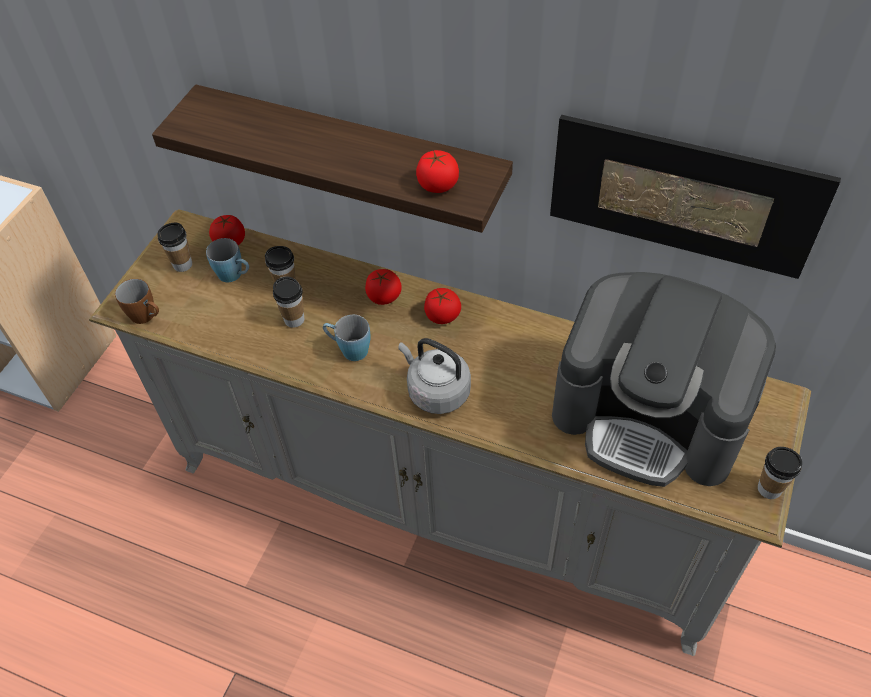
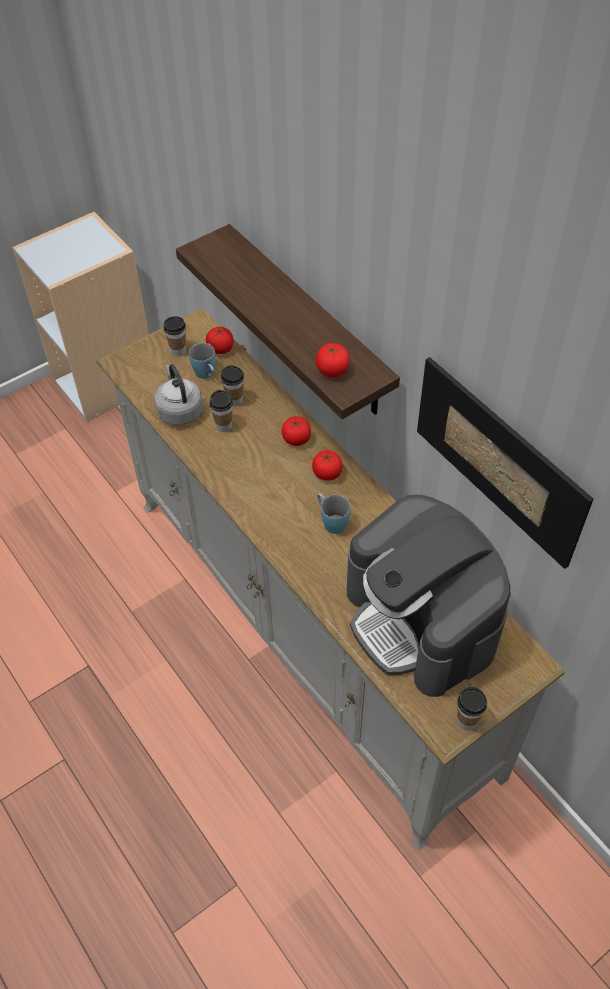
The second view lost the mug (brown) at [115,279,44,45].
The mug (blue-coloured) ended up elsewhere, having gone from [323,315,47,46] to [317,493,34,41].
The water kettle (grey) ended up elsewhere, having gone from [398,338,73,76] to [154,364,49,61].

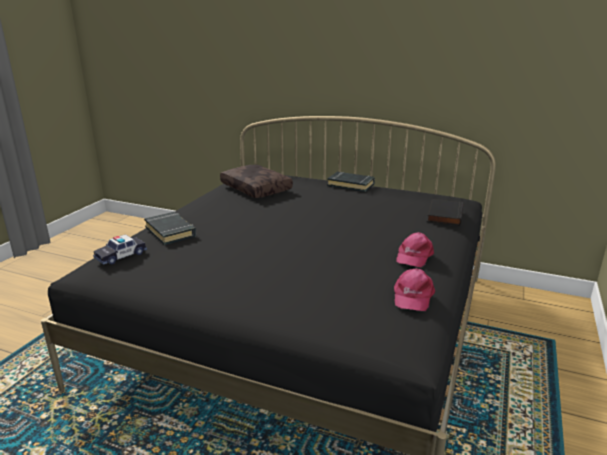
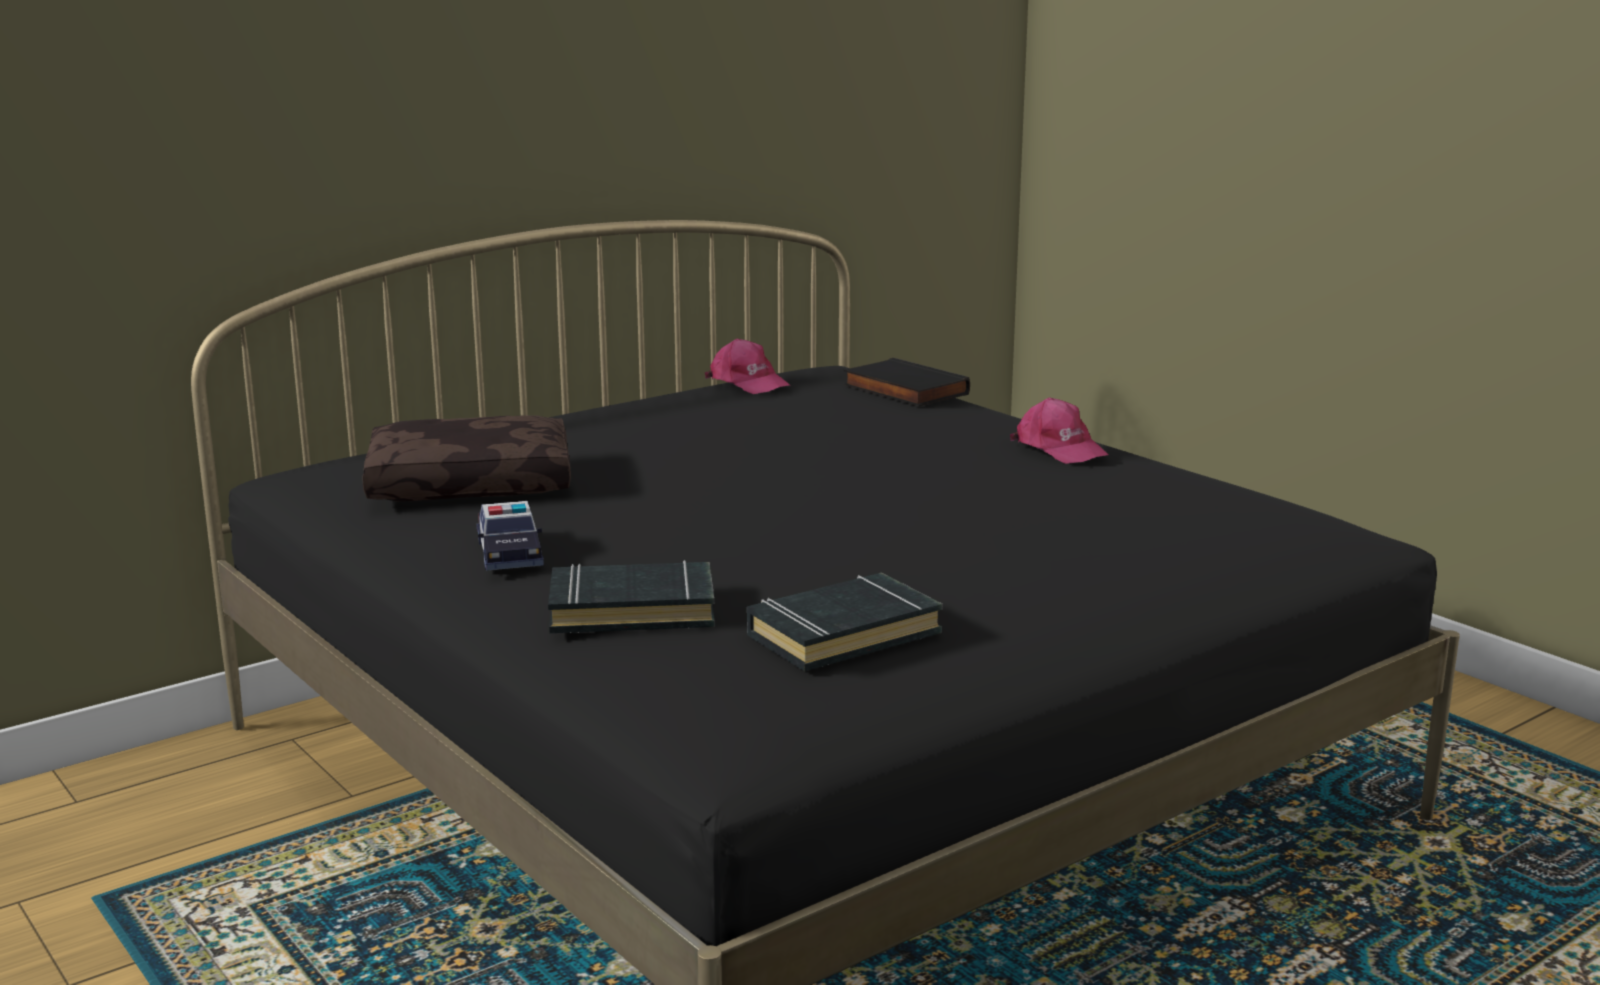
The model car ended up elsewhere, having gone from [93,234,54,31] to [477,501,67,70].
The volume (blackish) ended up elsewhere, having gone from [327,172,48,20] to [747,573,196,98].
The cap (pinkish) ended up elsewhere, having gone from [394,268,41,43] to [705,338,86,56].

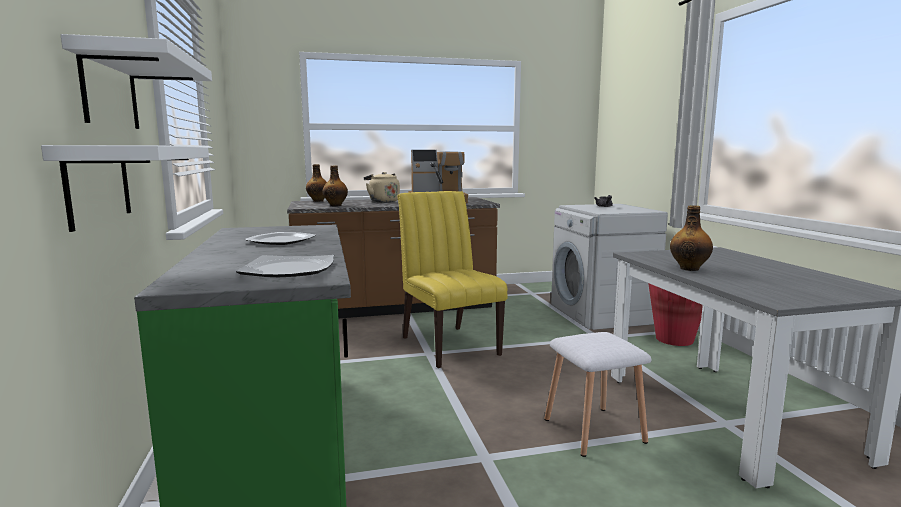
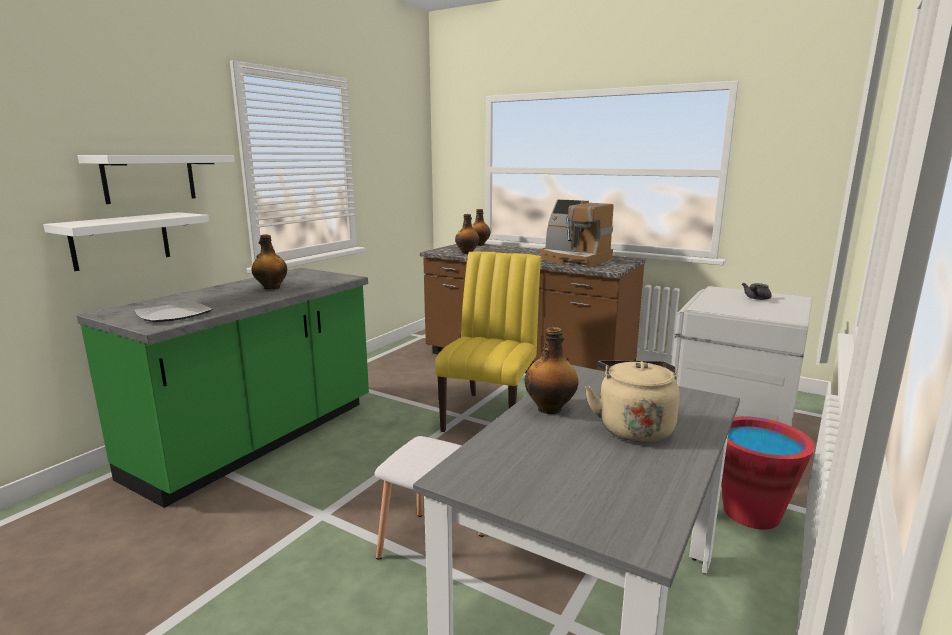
Where the plate stood at [244,232,72,13], the drink bottle came to stand at [251,235,36,54].
The water kettle (beige-coloured) ended up elsewhere, having gone from [364,172,36,30] to [585,360,95,83].

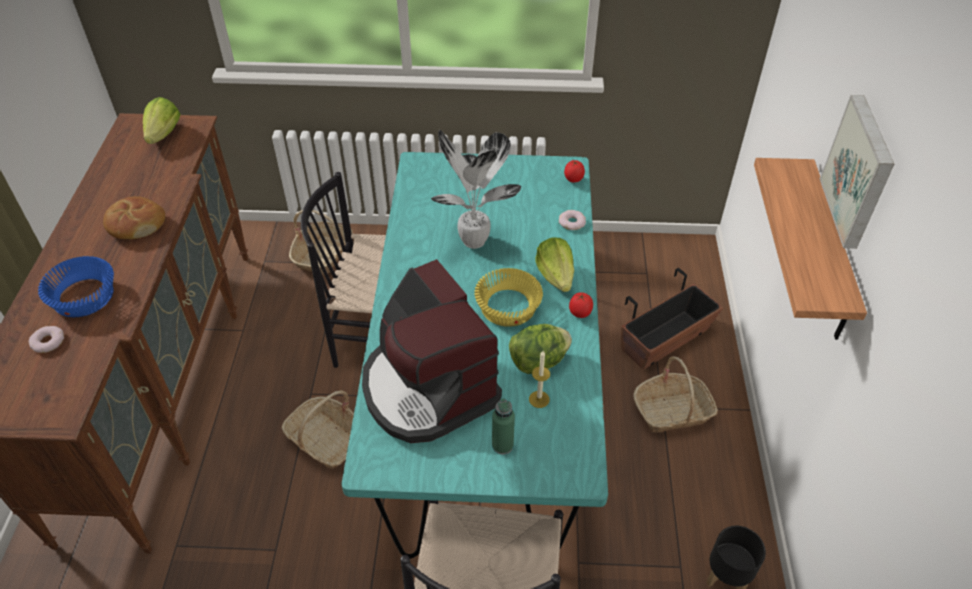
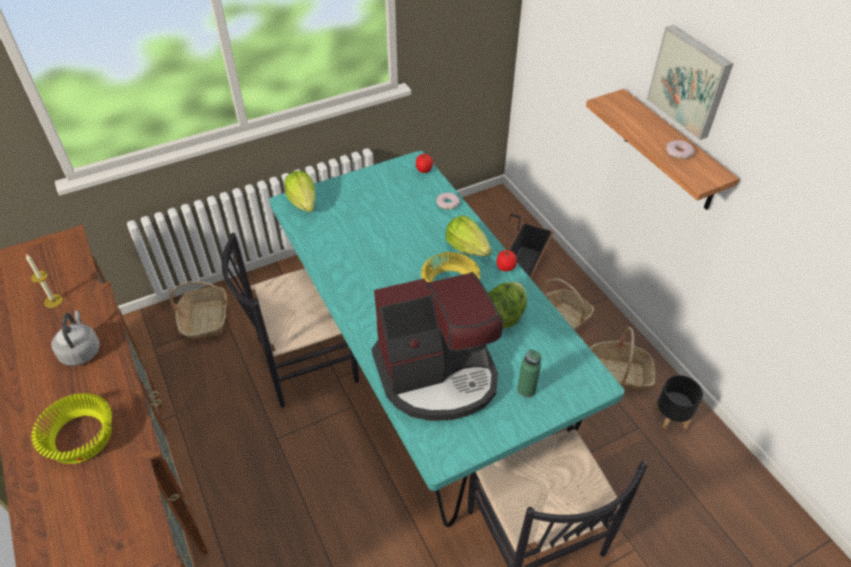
The donut ended up elsewhere, having gone from [29,326,35,27] to [666,140,28,19].
What was the bowl (blue-coloured) at [38,256,76,61] turned into the bowl (yellow-coloured) at [32,393,80,71].
Where the baked bread stood at [103,196,62,43], the water kettle (grey) came to stand at [51,310,49,56].
The lettuce head ended up elsewhere, having gone from [143,97,37,47] to [284,171,31,41].
The basket ended up elsewhere, having gone from [281,390,73,79] to [590,327,65,65].
The coffee machine at [362,259,140,184] ended up facing another way, 45 degrees counterclockwise from before.
The second view lost the potted plant at [431,130,90,119].
The wax candle ended up elsewhere, having gone from [529,351,21,57] to [26,254,37,54].

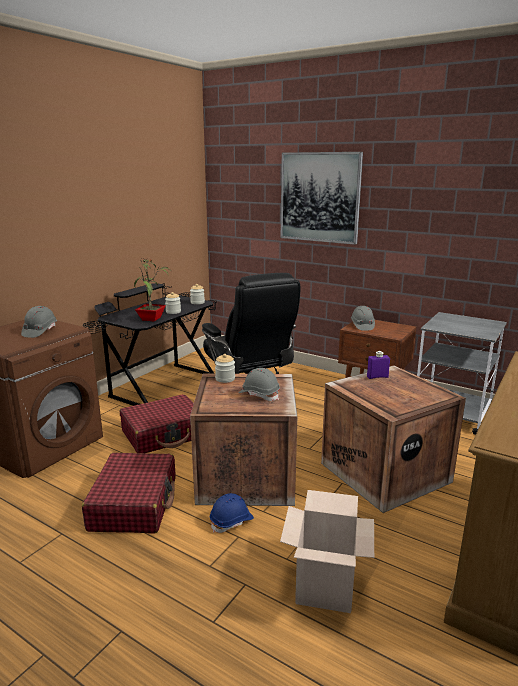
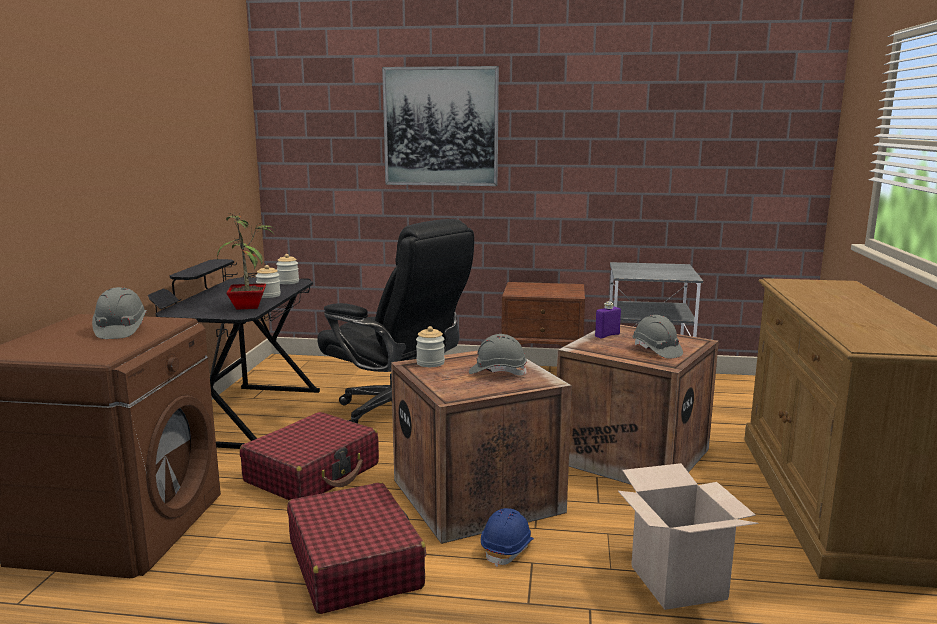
The work helmet (grey) ended up elsewhere, having gone from [351,306,24,25] to [633,315,50,44].

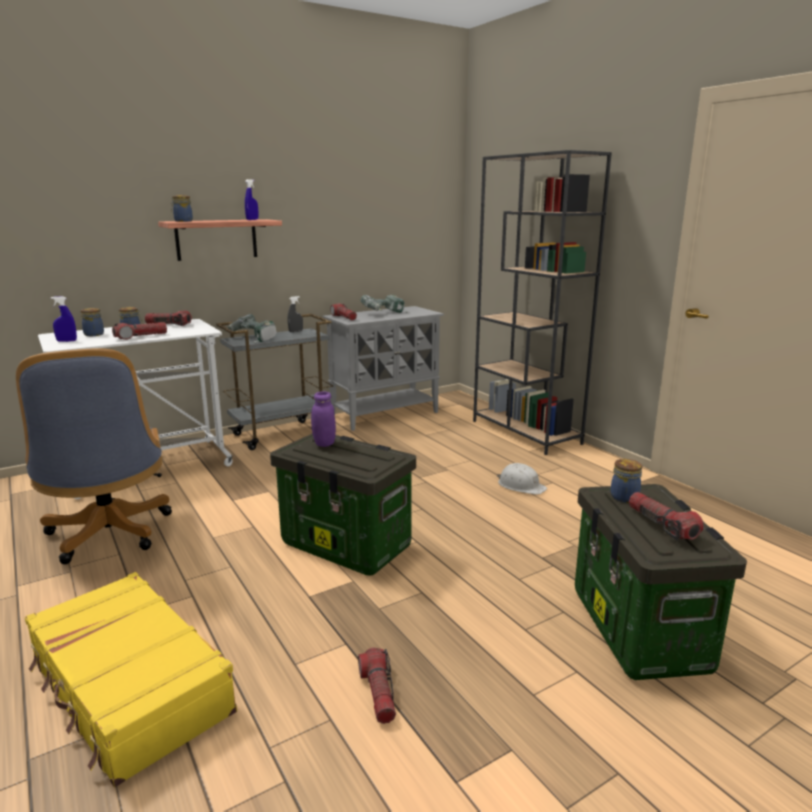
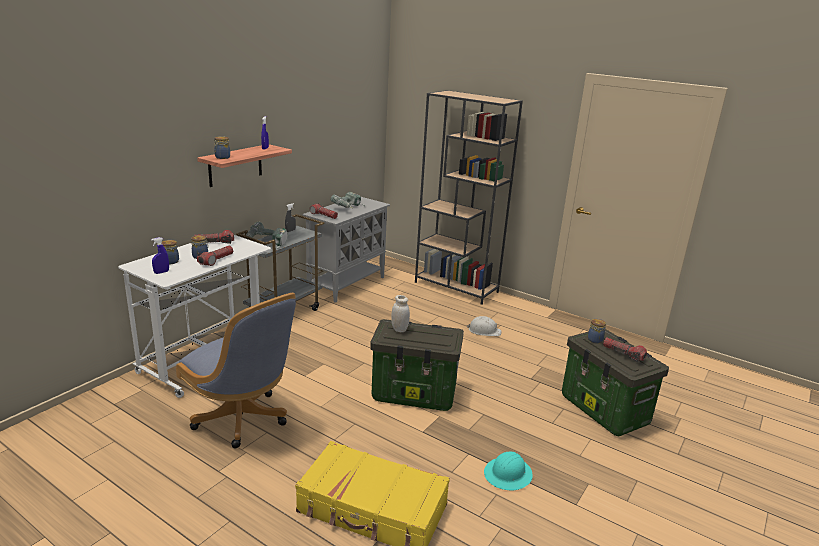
What was the storage jar (purple-coloured) at [311,391,25,56] turned into the storage jar (whitish) at [391,295,19,37].
Where the hand torch stood at [358,648,38,76], the work helmet (blue-green) came to stand at [484,452,49,38].

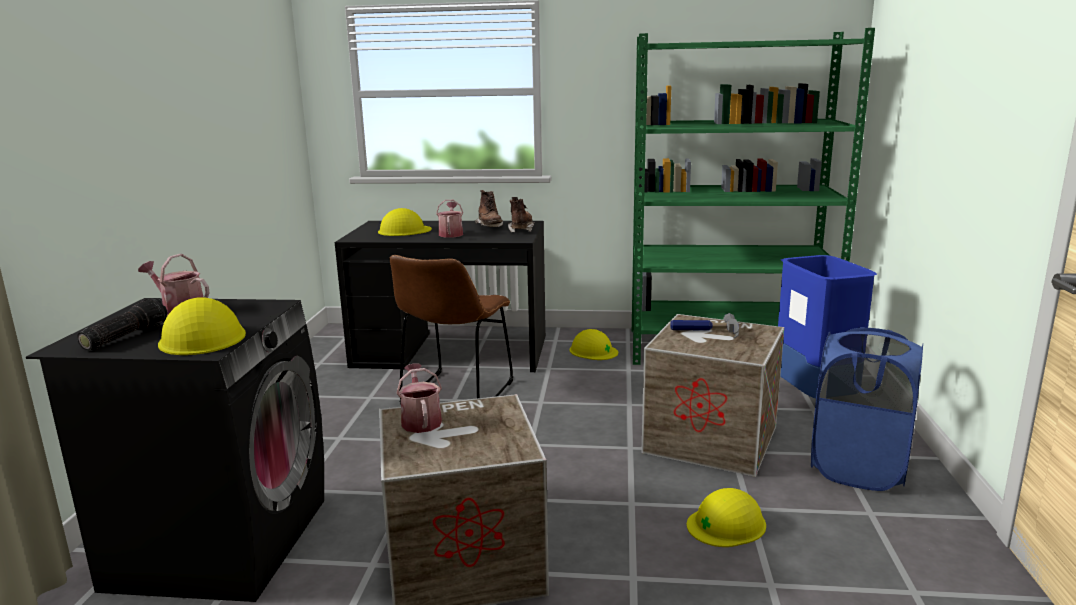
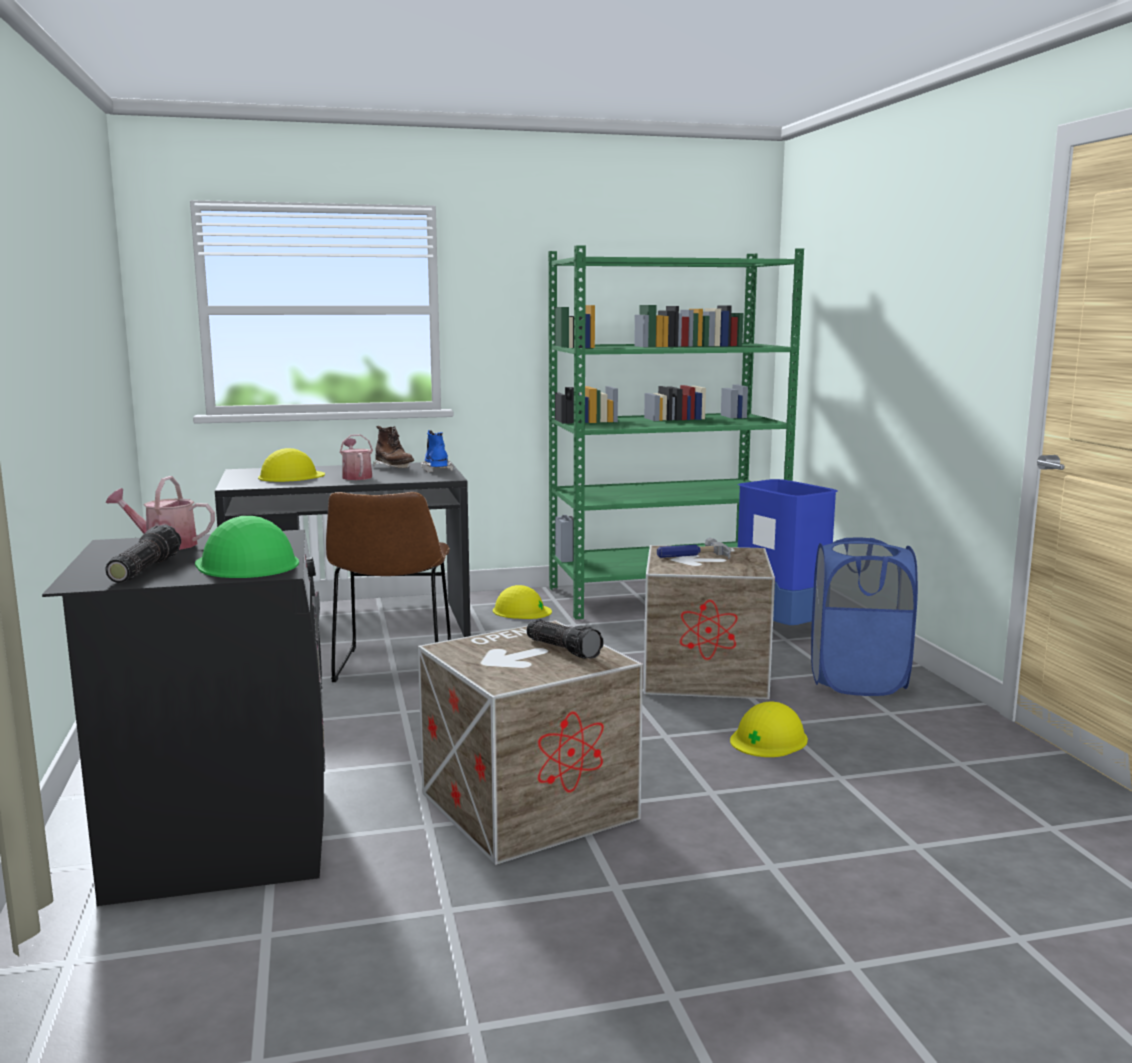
What was the work helmet (yellow-coloured) at [158,297,88,58] turned into the work helmet (greenish) at [195,516,104,62].
The second view lost the watering can at [397,363,45,70].
What was the tall boot (brown) at [508,197,27,36] turned into the tall boot (blue-coloured) at [421,430,33,43].
The second view gained the hand torch at [527,619,77,40].

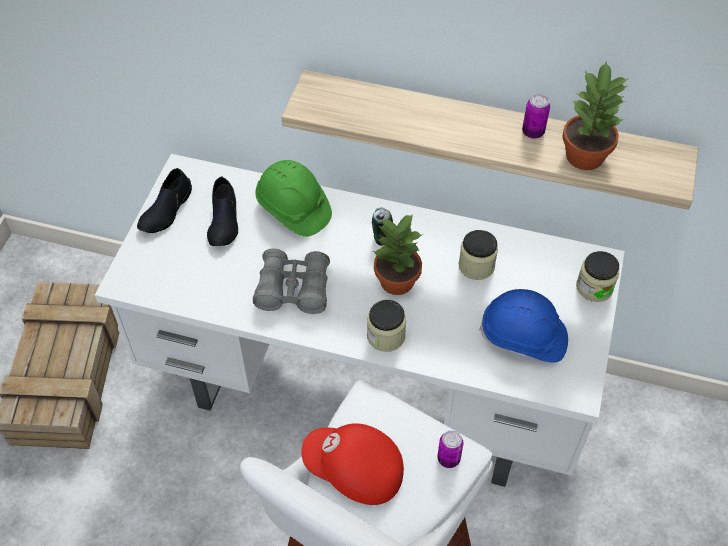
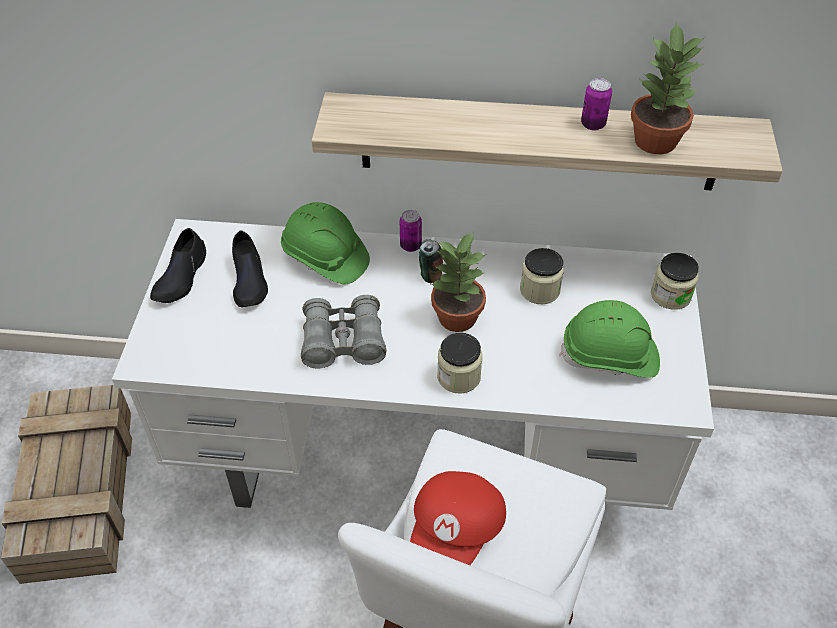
The cap (red) at [301,423,103,82] ended up facing another way, 75 degrees counterclockwise from before.
The sealed can ended up elsewhere, having gone from [437,430,26,38] to [400,210,22,42].
What was the work helmet (blue-coloured) at [479,289,89,74] turned into the work helmet (greenish) at [560,300,100,78].

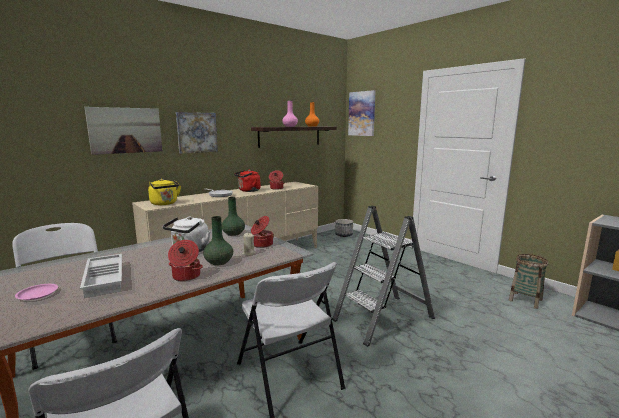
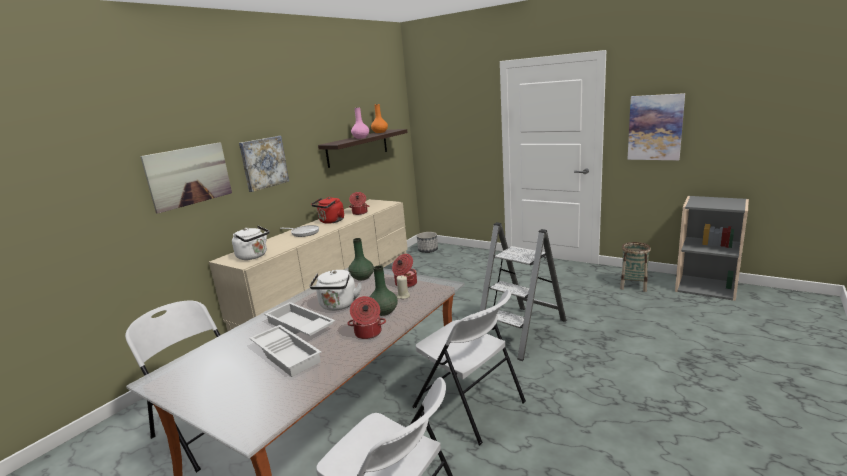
The second view lost the plate (pinkish) at [15,284,43,16].
What was the water kettle (yellow-coloured) at [148,179,33,26] turned into the water kettle (whitish) at [232,226,37,34].
The wall picture ended up elsewhere, having gone from [348,90,28,46] to [627,93,58,67].
The second view gained the carrying tray (whitish) at [264,302,71,34].

